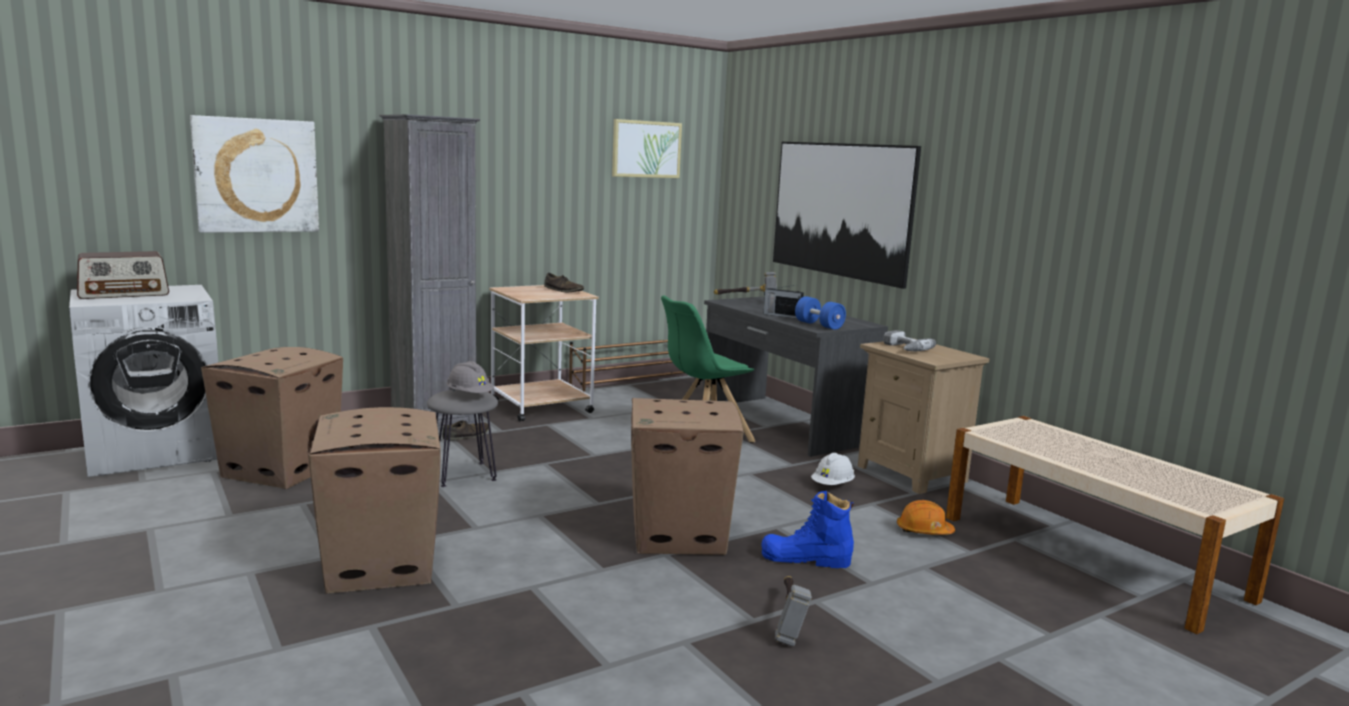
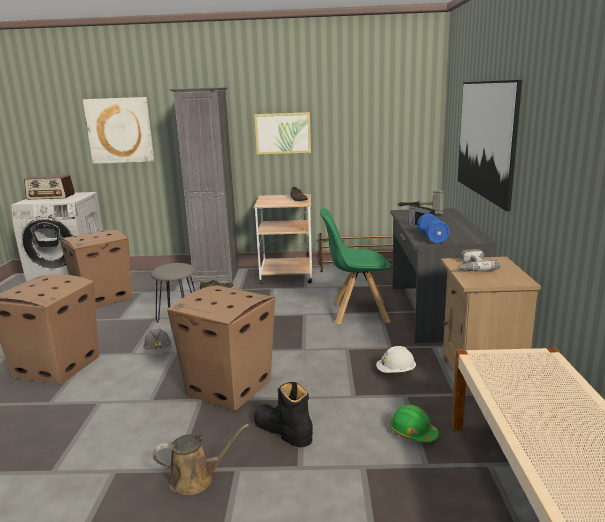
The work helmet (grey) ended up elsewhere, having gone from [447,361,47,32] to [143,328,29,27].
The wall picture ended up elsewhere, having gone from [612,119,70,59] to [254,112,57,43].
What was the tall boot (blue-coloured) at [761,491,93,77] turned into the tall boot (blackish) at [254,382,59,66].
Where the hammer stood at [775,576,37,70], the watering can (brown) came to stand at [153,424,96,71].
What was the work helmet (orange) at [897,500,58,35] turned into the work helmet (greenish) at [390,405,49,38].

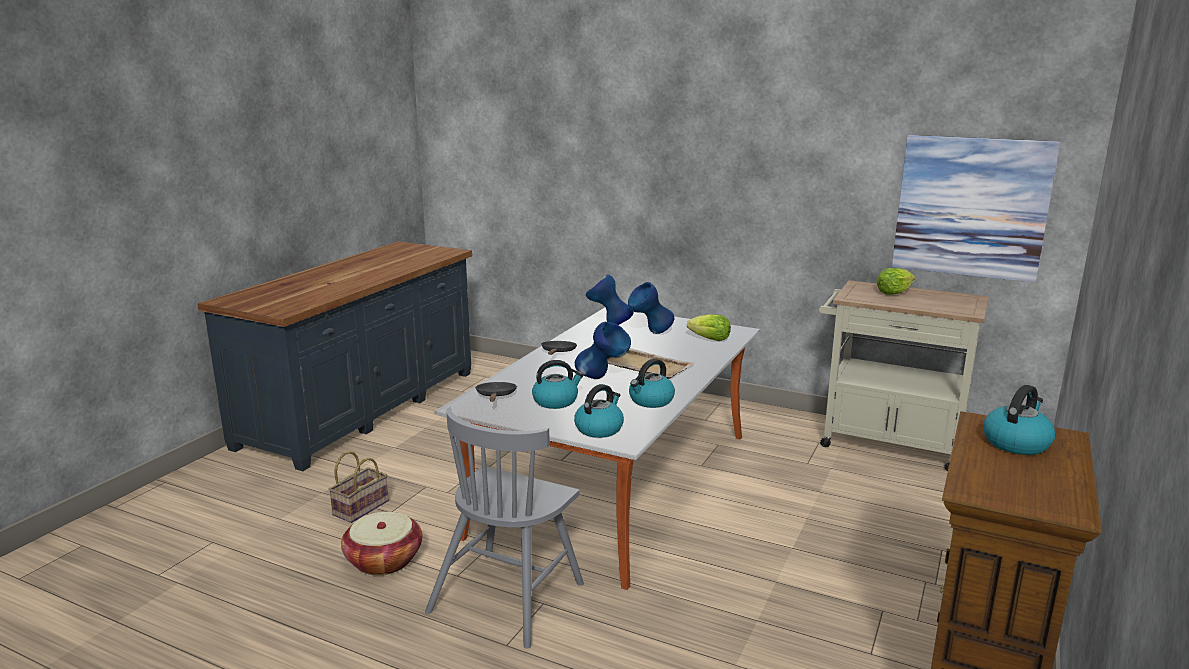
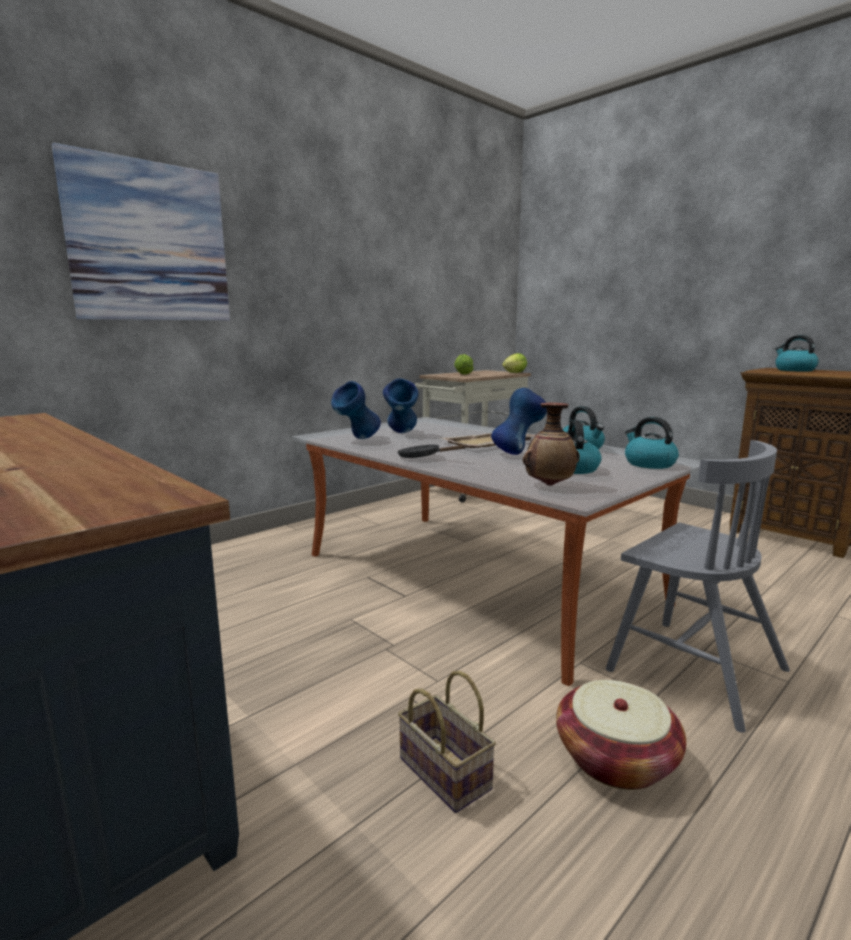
Where the pan (blackish) stood at [475,382,42,20], the flower vase came to stand at [523,403,57,83].
The lettuce head ended up elsewhere, having gone from [687,314,44,27] to [502,353,25,20].
The wall picture ended up elsewhere, having gone from [892,135,168,148] to [52,143,178,178].

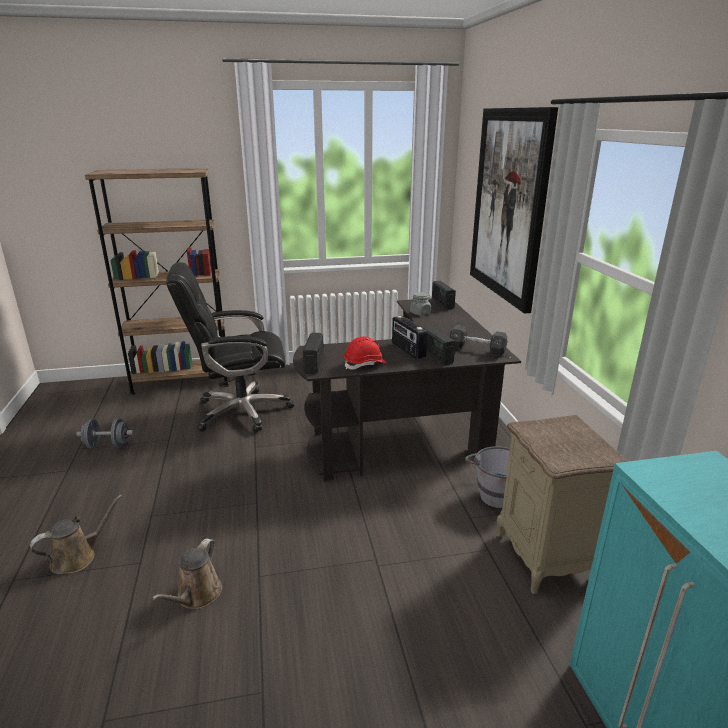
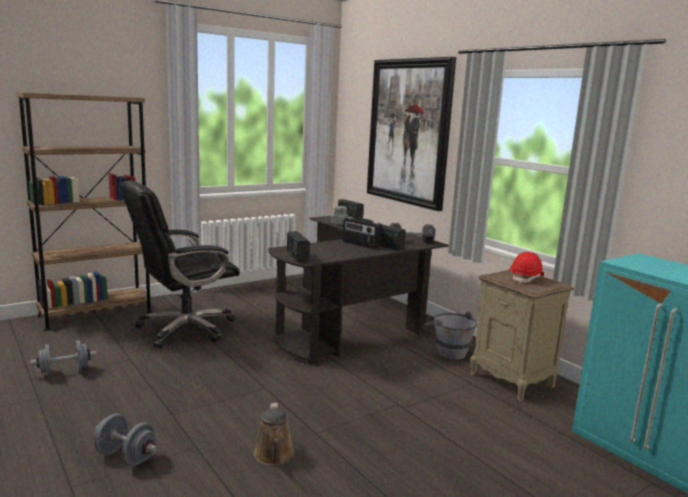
Where the watering can (brown) stood at [30,495,92,79], the hand weight (grey) came to stand at [94,413,63,53].
The work helmet (red) ended up elsewhere, having gone from [344,336,42,34] to [510,252,34,31].

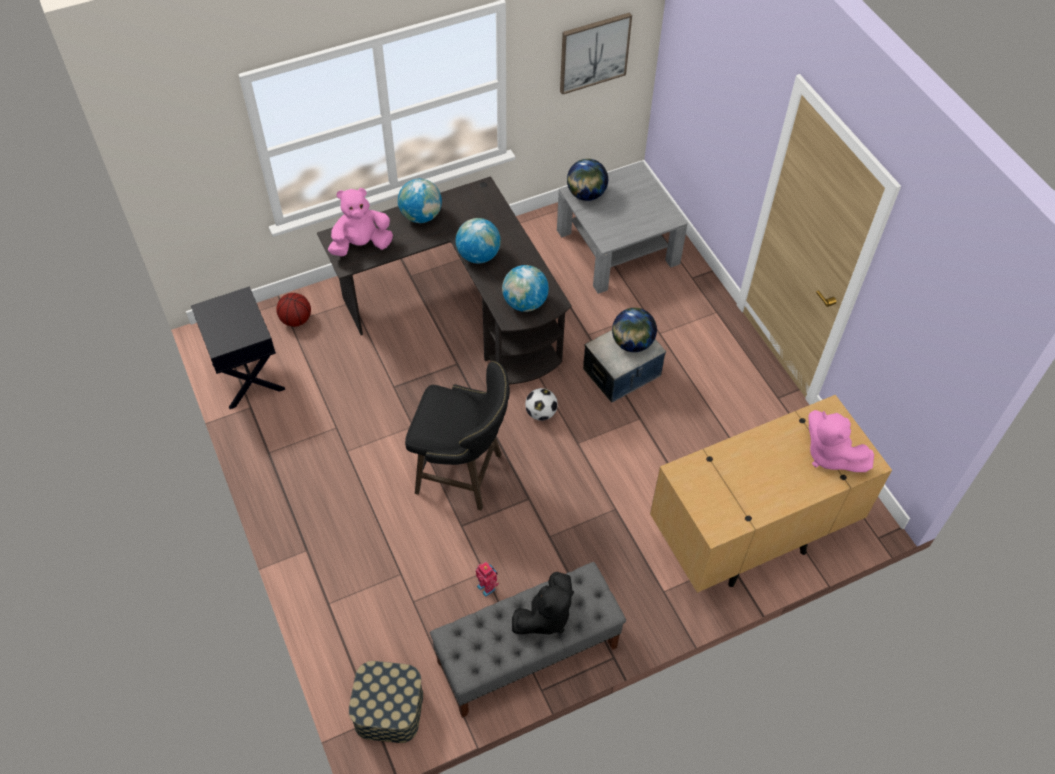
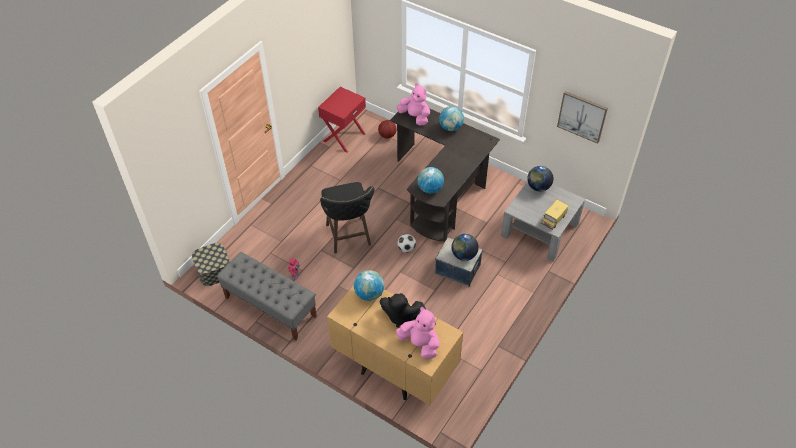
What was the night table (blackish) at [191,286,94,123] turned into the night table (red) at [318,87,48,66].
The world globe ended up elsewhere, having gone from [456,218,45,45] to [354,270,30,31].
The plush toy (blackish) ended up elsewhere, having gone from [512,572,62,62] to [379,293,47,34].
The plush toy (pinkish) at [808,410,66,62] ended up facing another way, 105 degrees clockwise from before.
The second view gained the toy truck at [541,199,28,31].

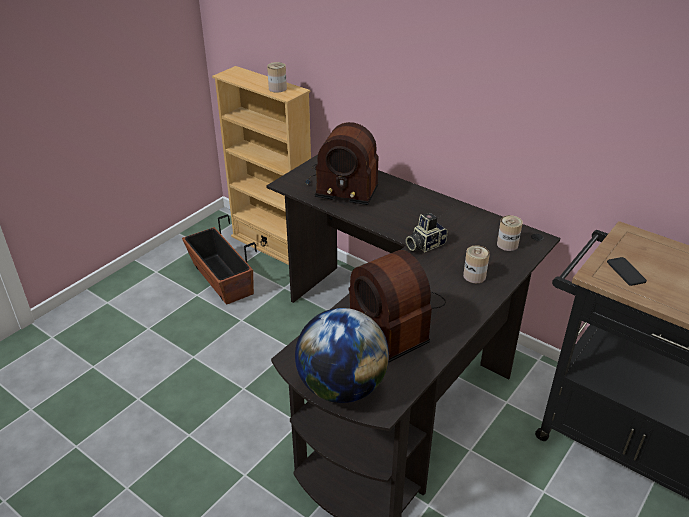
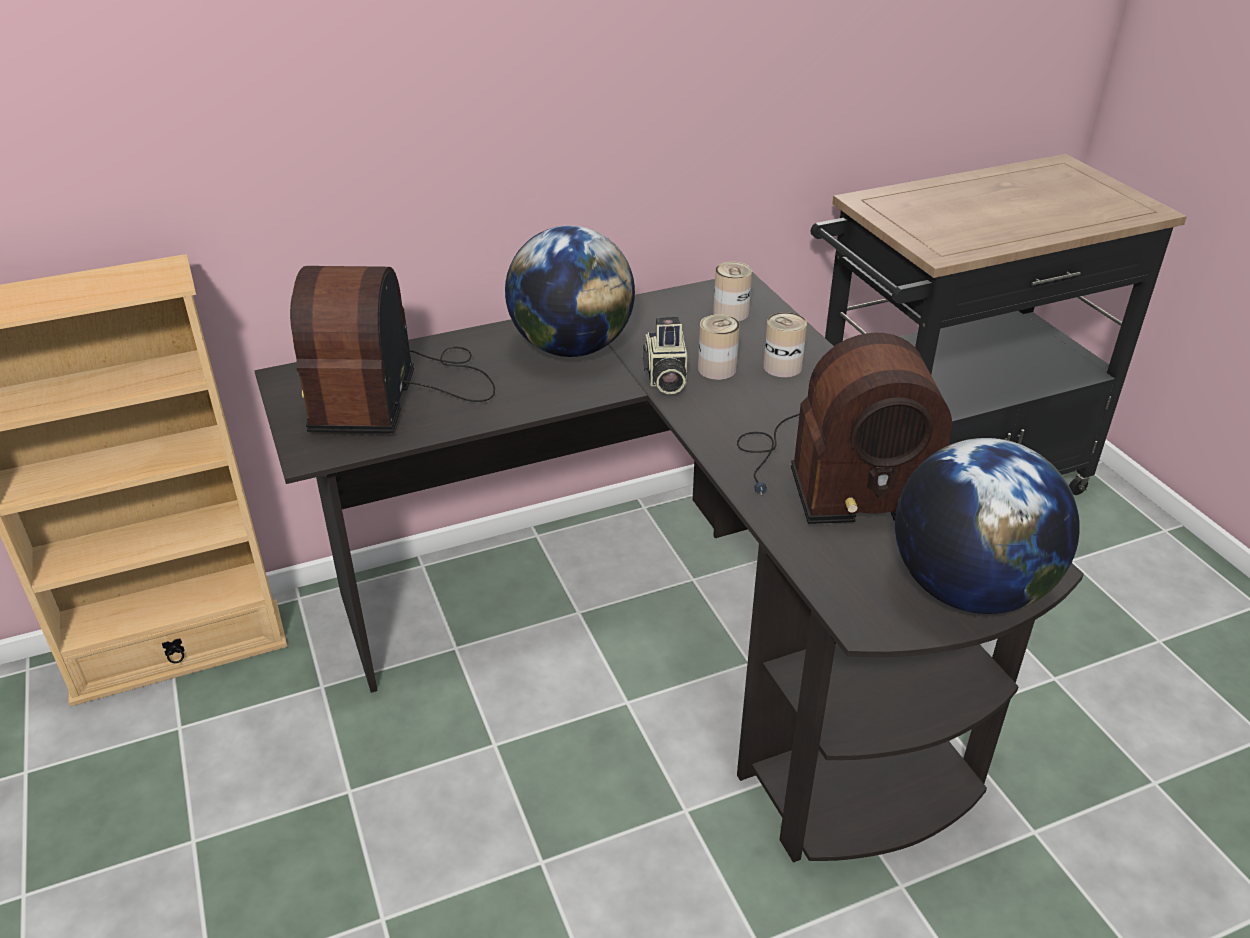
The second view lost the plant pot at [182,215,75,90].
The sealed can ended up elsewhere, having gone from [267,62,20,31] to [698,314,42,66].
The radio receiver at [305,122,74,83] ended up facing another way, 135 degrees clockwise from before.
The second view lost the telephone at [607,257,40,29].
The second view gained the world globe at [505,226,130,131].

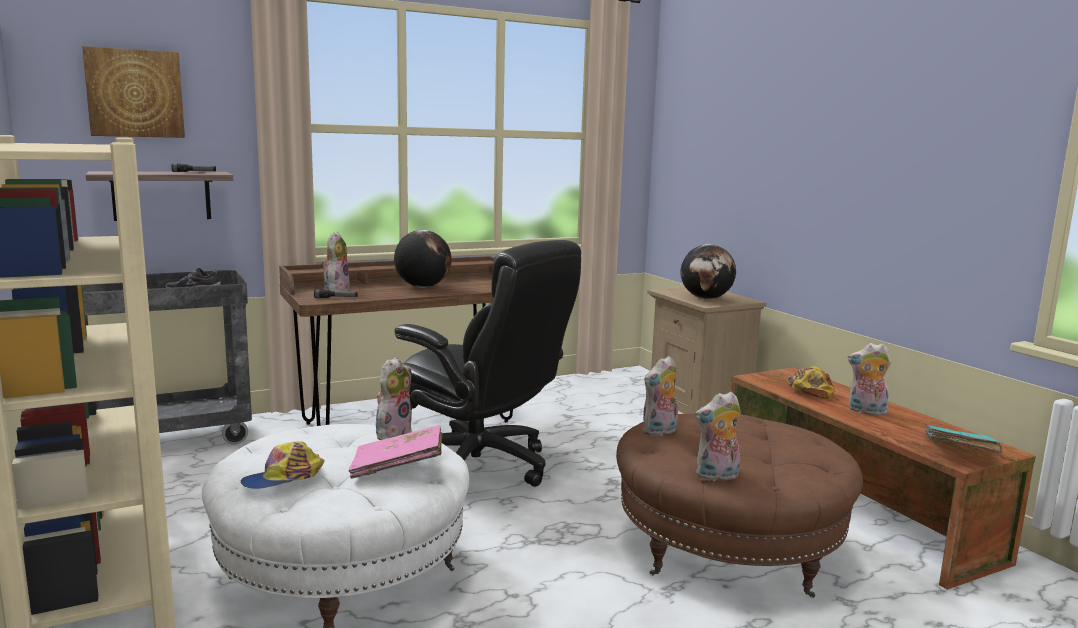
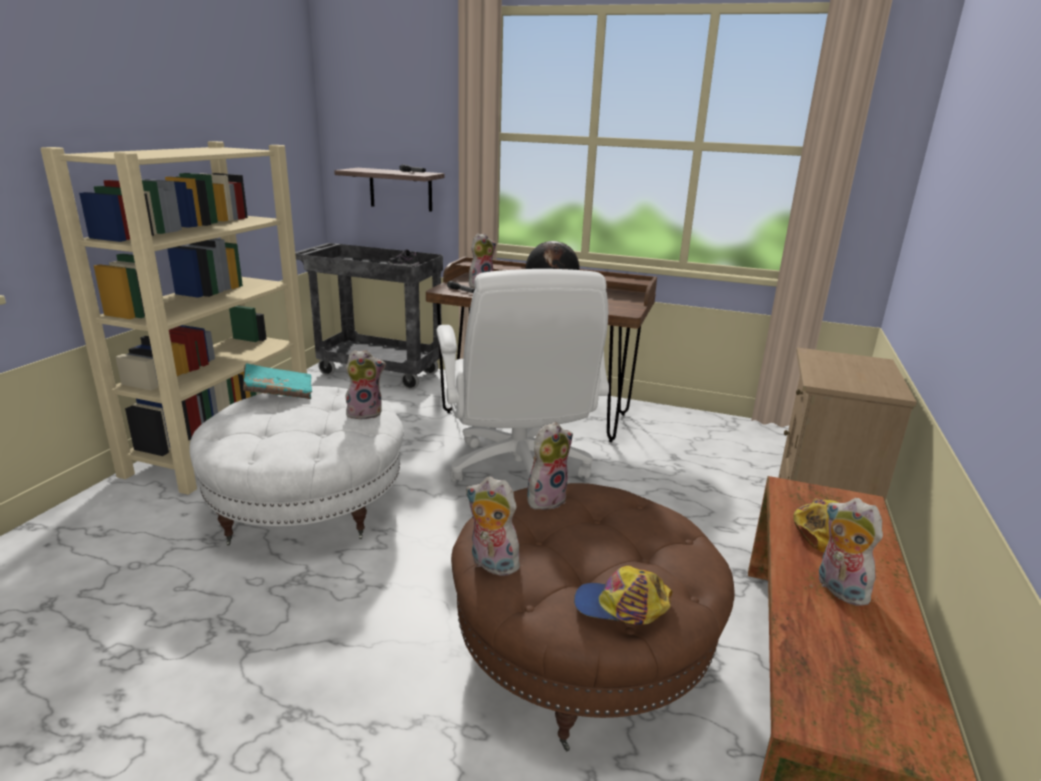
The second view lost the wall picture at [82,46,103,92].
The cap ended up elsewhere, having gone from [241,441,84,48] to [574,566,99,59].
The second view lost the volume (pinkish) at [349,425,93,54].
What was the desk chair (blackish) at [395,240,186,247] turned into the desk chair (whitish) at [436,269,173,213].
The plush toy at [642,356,36,81] ended up facing another way, 135 degrees clockwise from before.
The second view lost the world globe at [680,244,56,55].
The volume (blue-green) ended up elsewhere, having gone from [925,425,77,28] to [243,363,69,36].

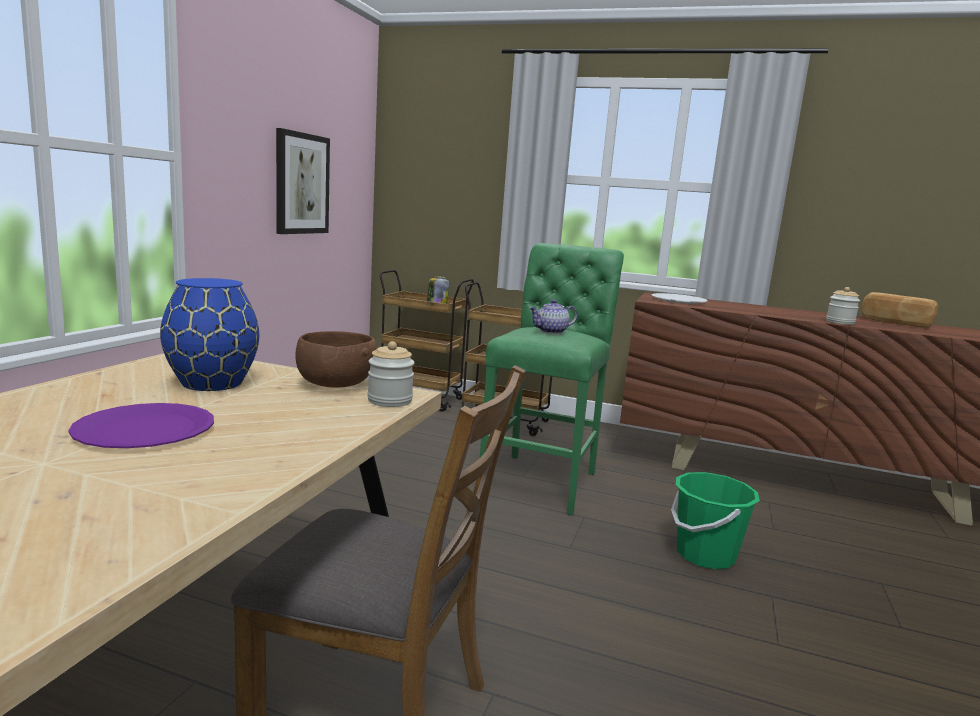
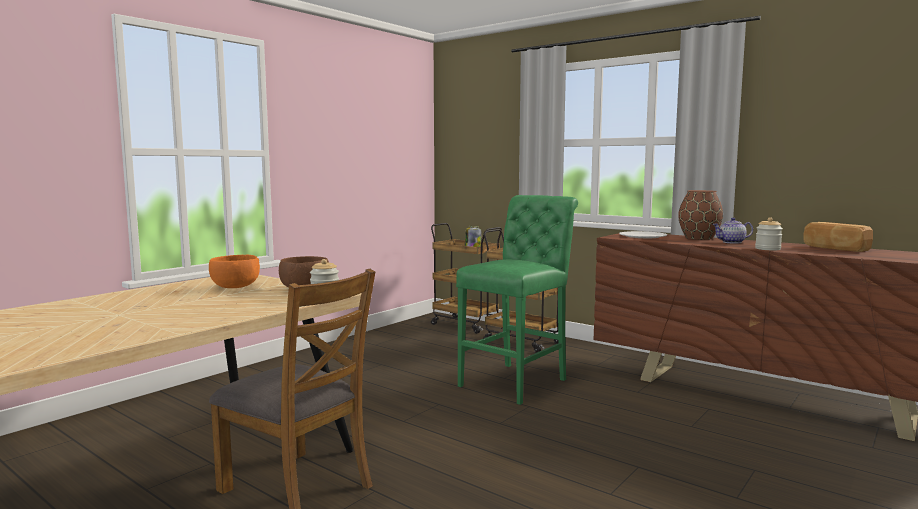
The second view lost the plate (purple-coloured) at [69,403,145,45].
Where the flower vase (blue-coloured) stood at [160,278,99,113], the bowl (orange) came to stand at [209,255,51,33].
The second view lost the wall picture at [276,128,54,106].
The pot for tea ended up elsewhere, having gone from [529,300,48,34] to [712,218,41,26].
The second view lost the bucket (greenish) at [671,472,89,97].
The second view gained the flower vase (brown) at [678,190,45,50].

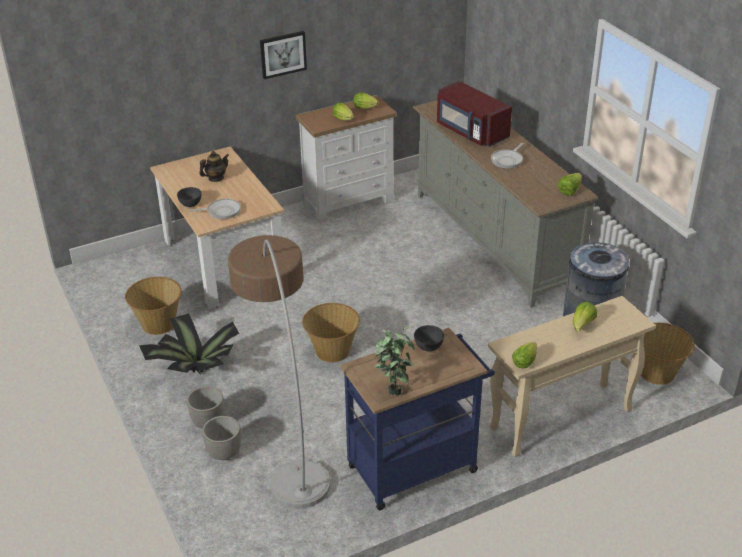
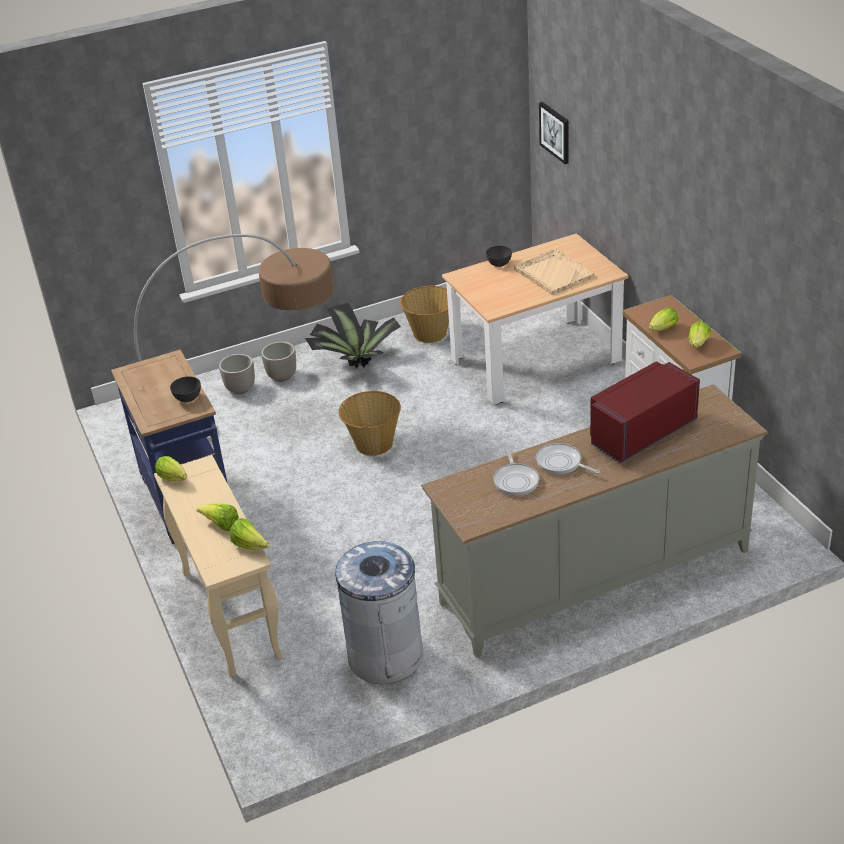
The pan ended up elsewhere, having gone from [189,199,52,20] to [493,447,46,49].
Where the pot for tea stood at [199,151,30,31], the carrying tray (beige-coloured) came to stand at [514,248,81,47].
The wall picture ended up elsewhere, having gone from [260,31,47,48] to [539,102,30,62].
The second view lost the potted plant at [374,326,41,69].
The lettuce head ended up elsewhere, having gone from [558,173,23,22] to [230,518,39,32].
The second view lost the basket at [641,323,54,62].

